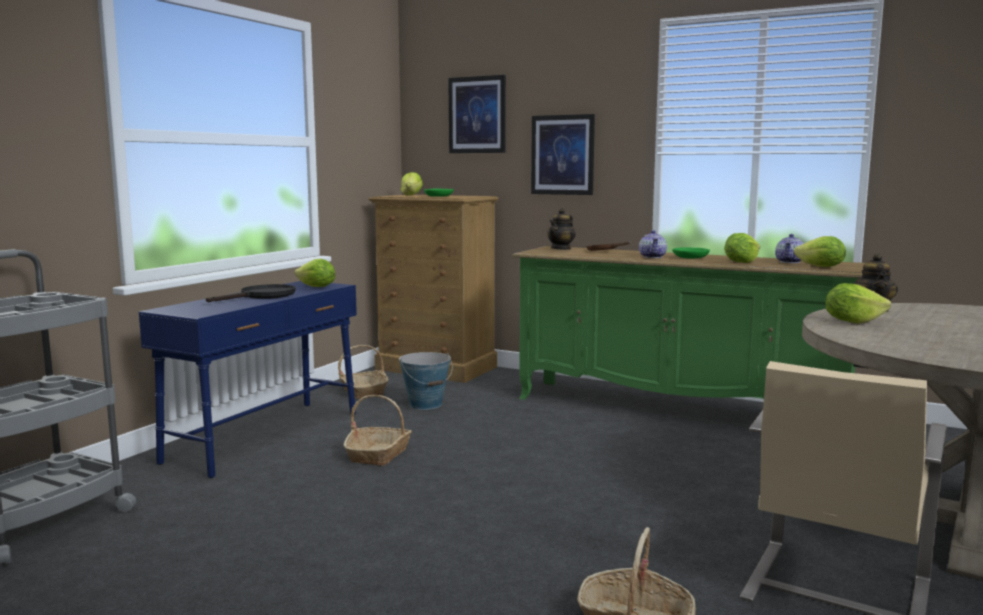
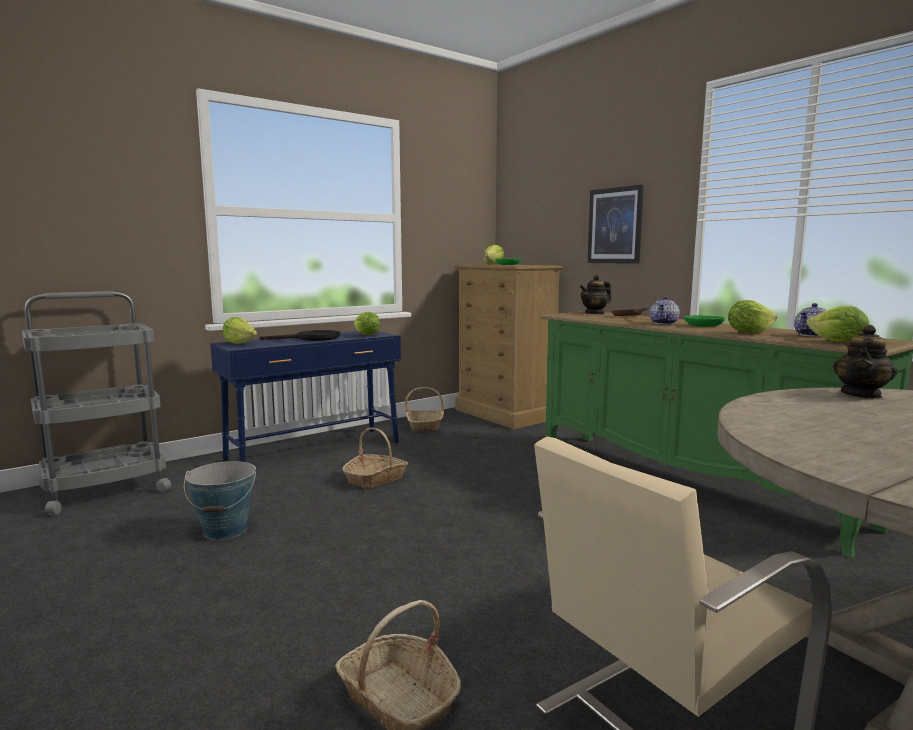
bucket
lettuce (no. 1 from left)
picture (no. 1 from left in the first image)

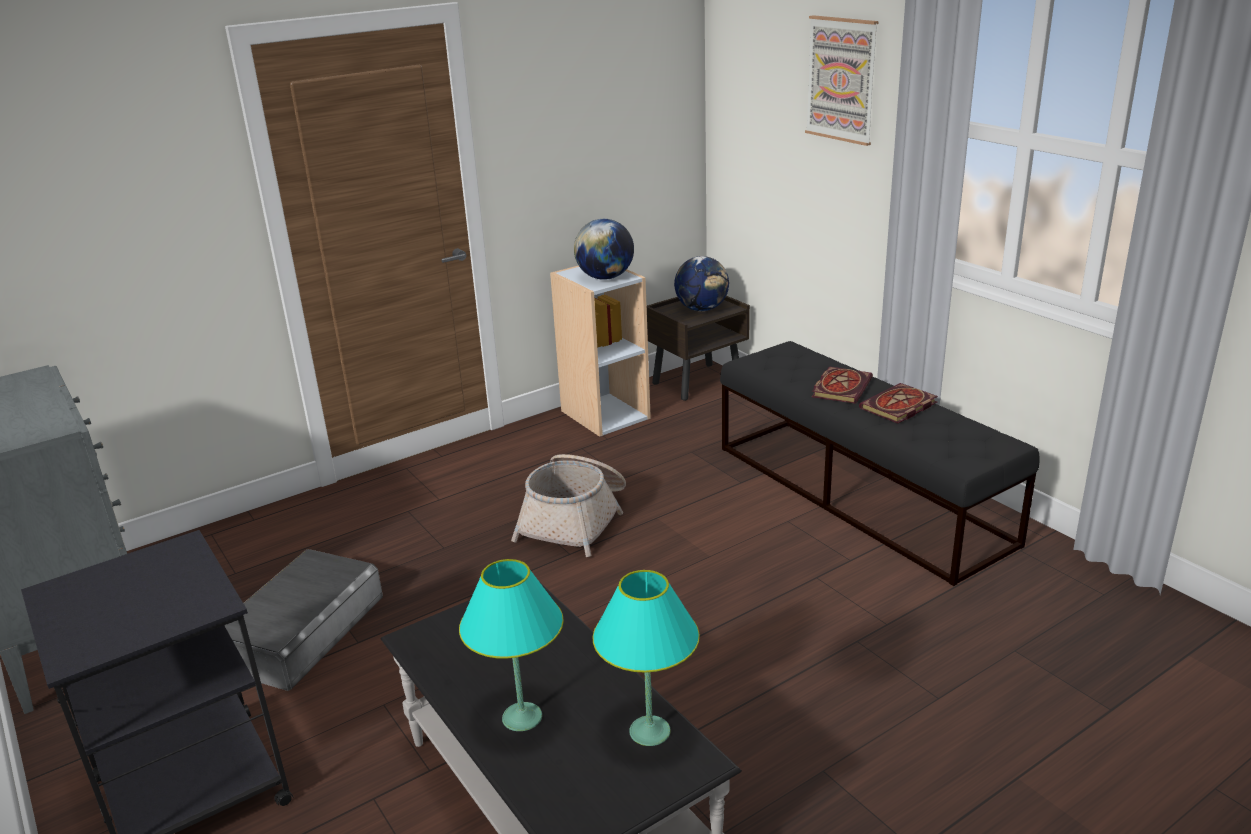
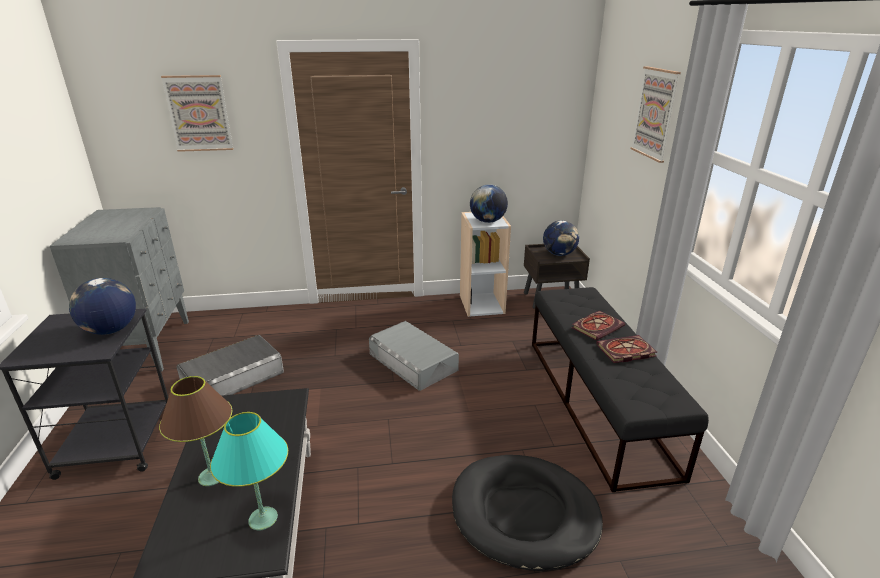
world globe (no. 1 from left)
brown-coloured lamp for a table
picture (no. 1 from left)
grey storage box (no. 2 from left)
black dog bed

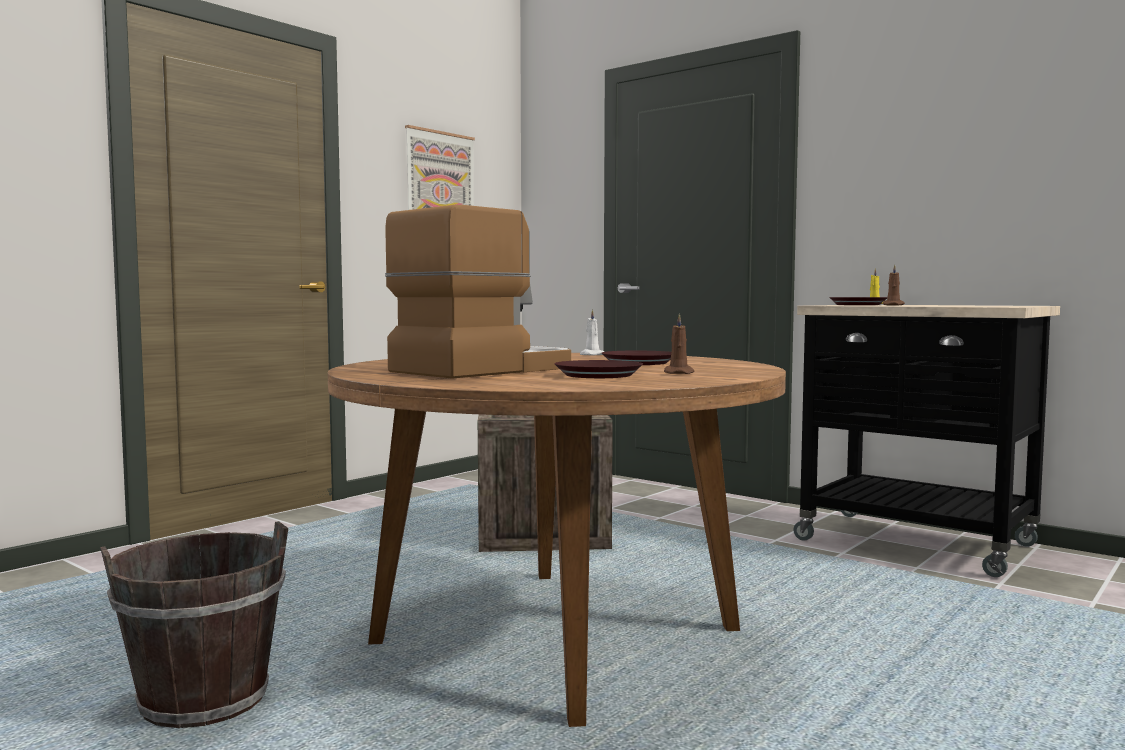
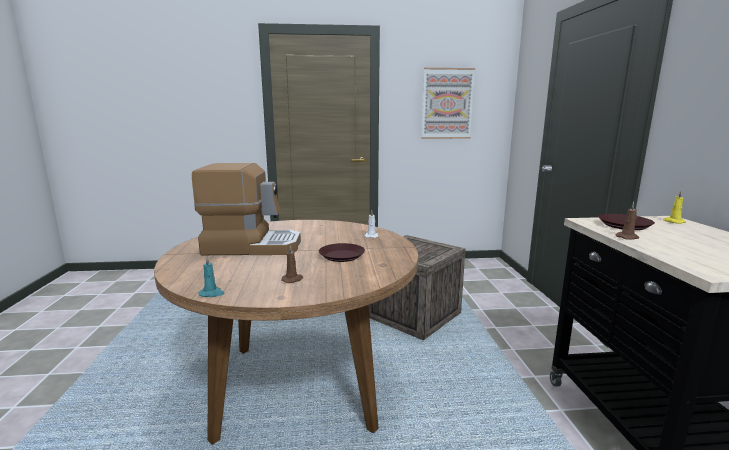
turquoise-coloured candle
brown-coloured bucket
brown-coloured plate (no. 1 from left in the first image)

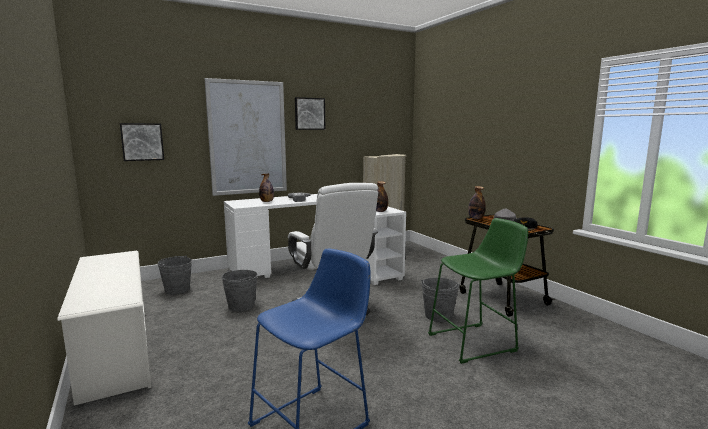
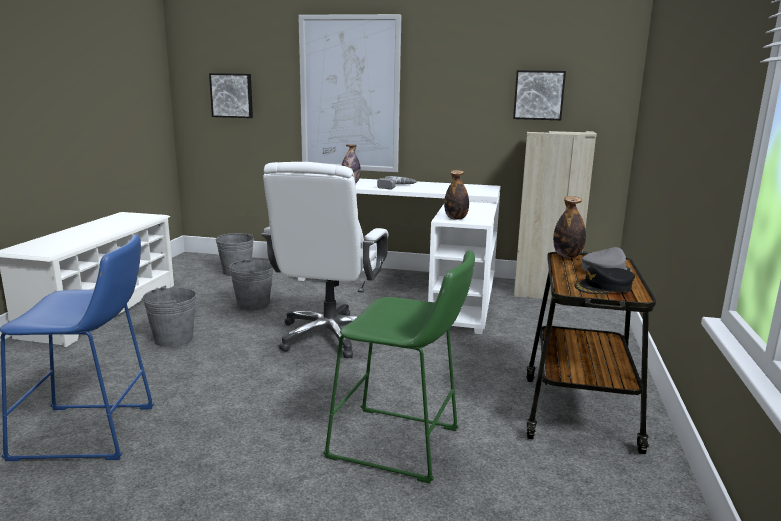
grey bucket (no. 1 from left)
picture (no. 3 from left)

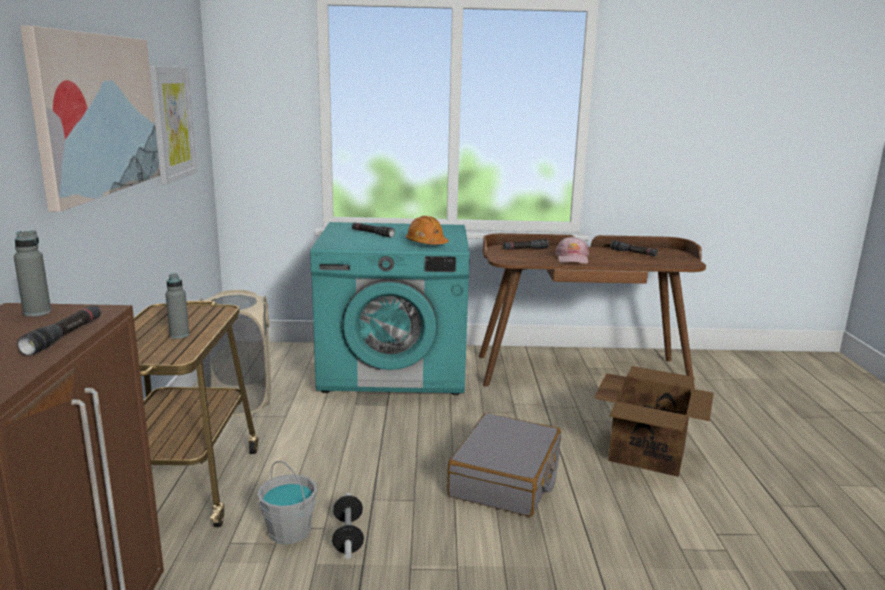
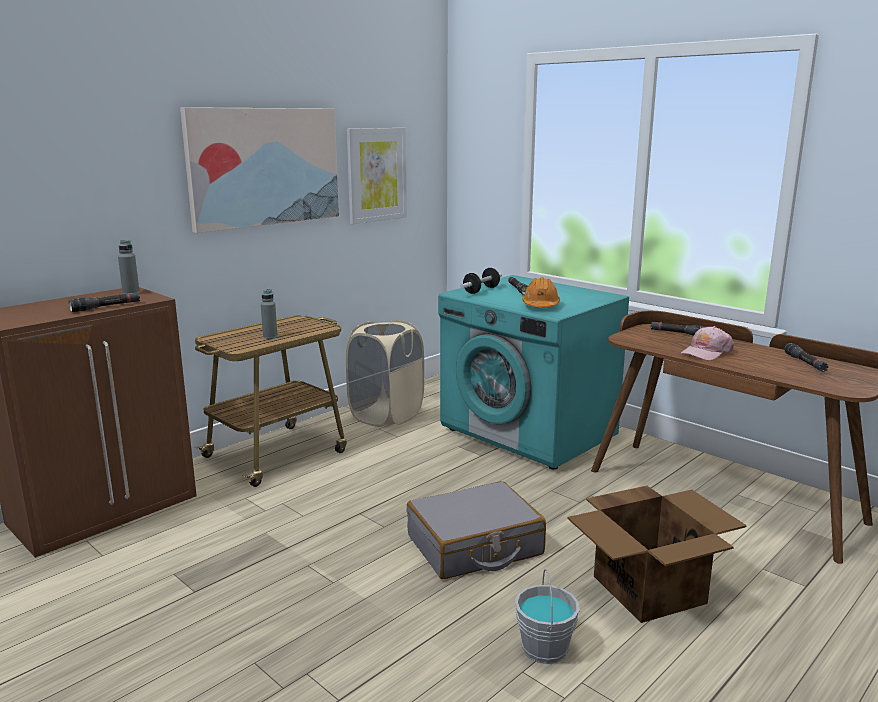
dumbbell
grey bucket

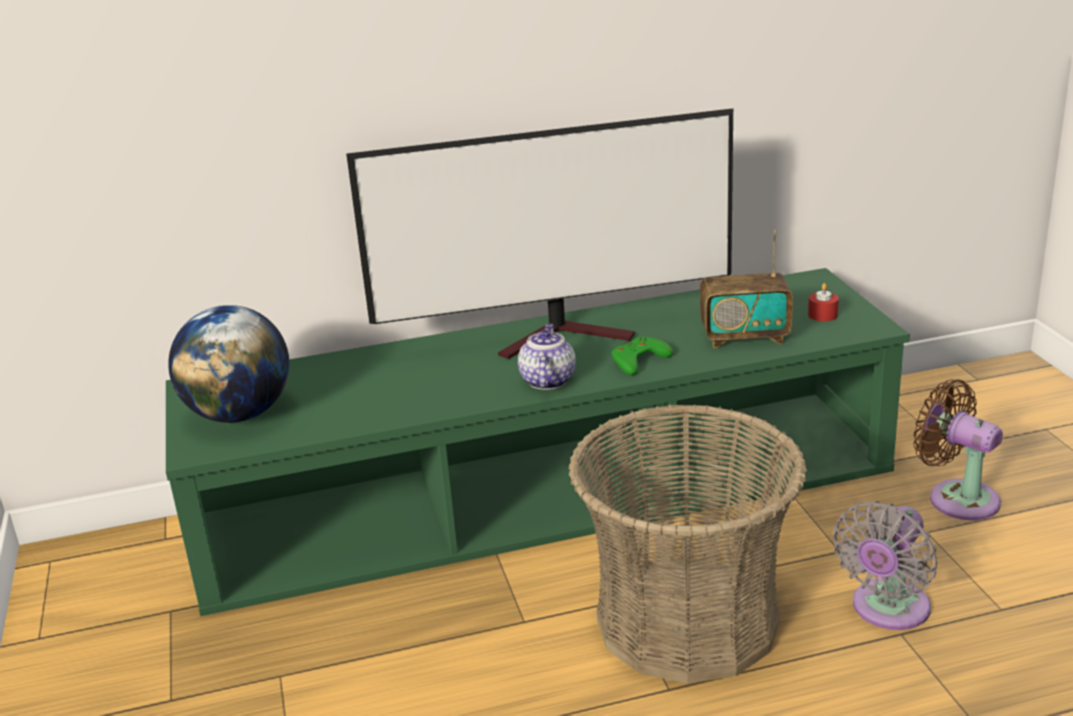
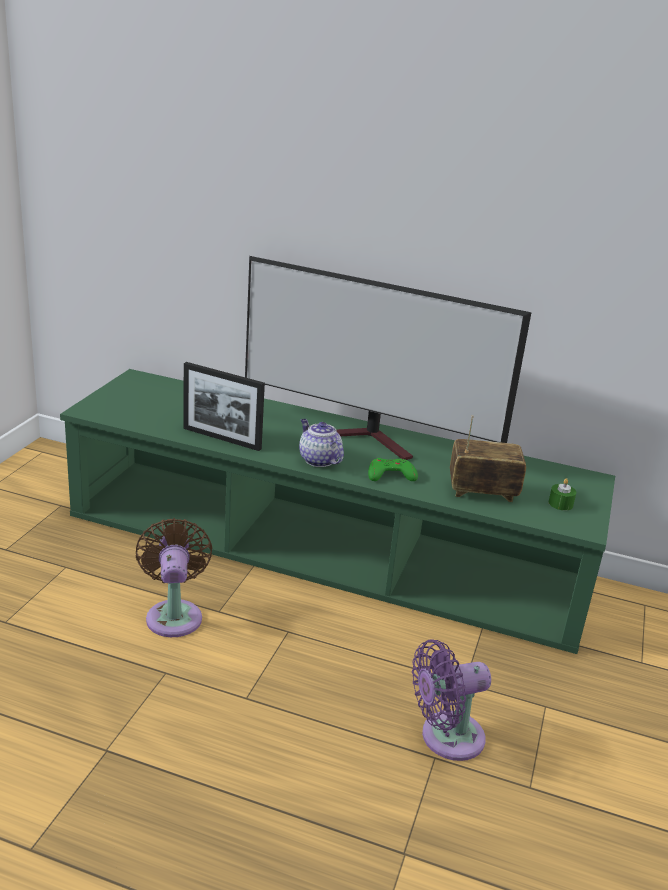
brown-coloured cooling fan
standing frame
teapot
purplish cooling fan
radio receiver
greenish candle
world globe
household basket

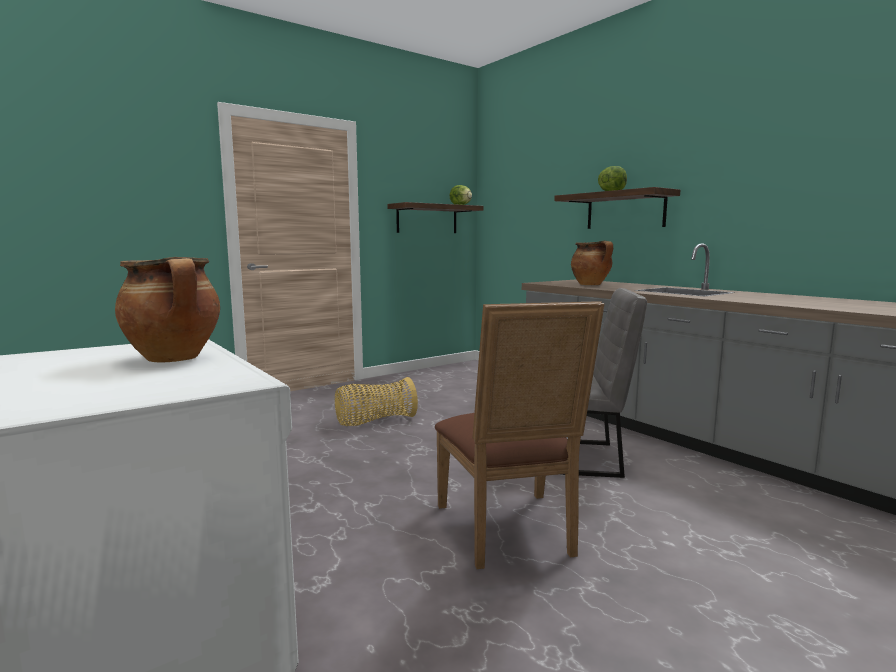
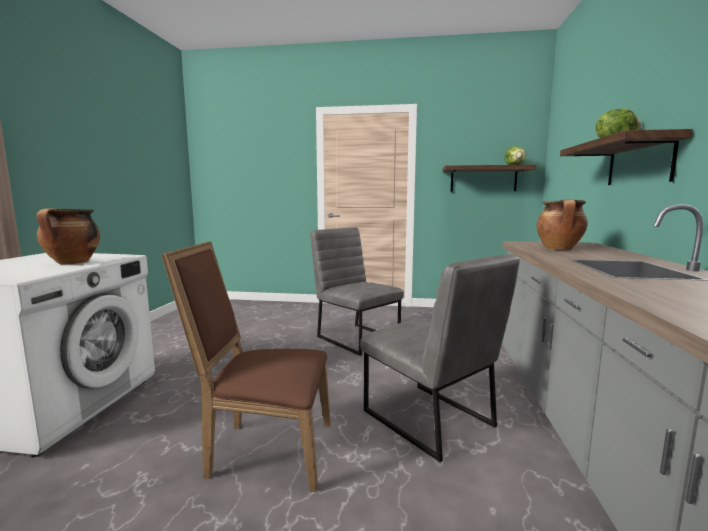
brown-coloured chair
grey chair (no. 1 from left)

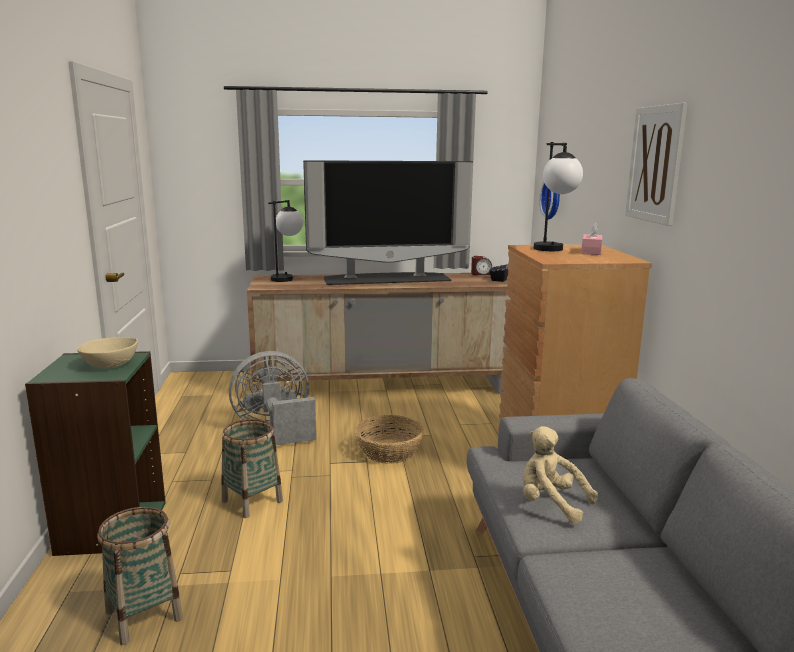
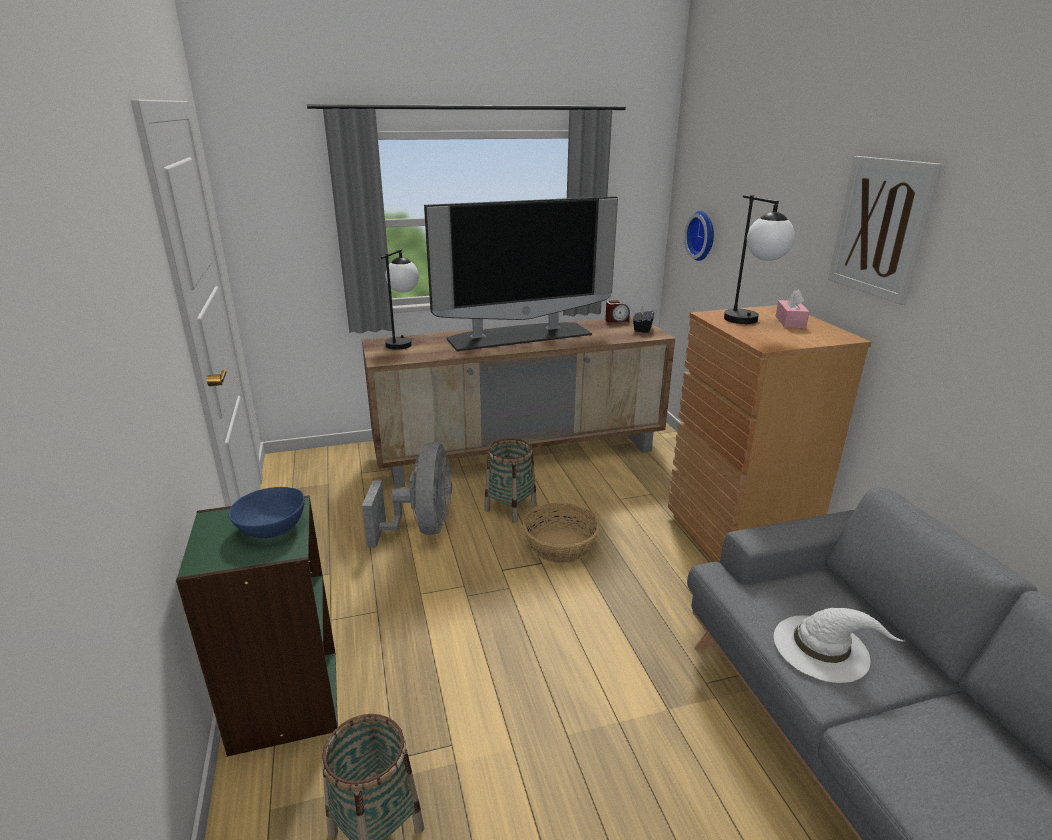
bluish bowl
grey cooling fan
household basket (no. 2 from left)
white hat

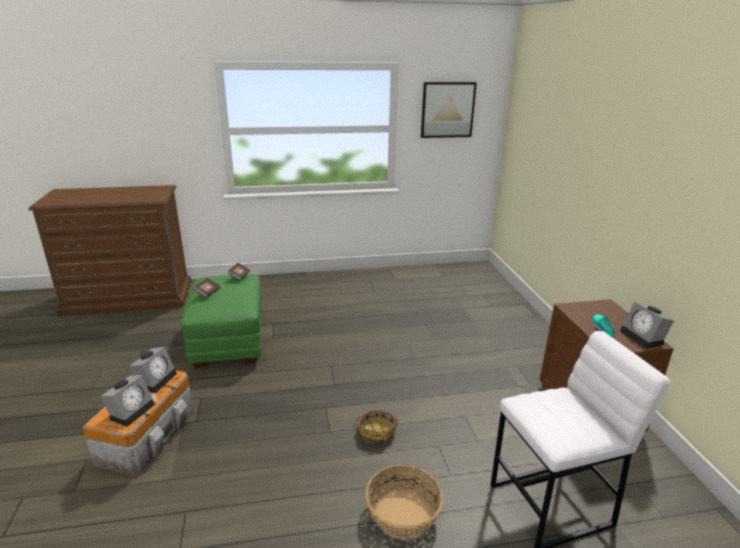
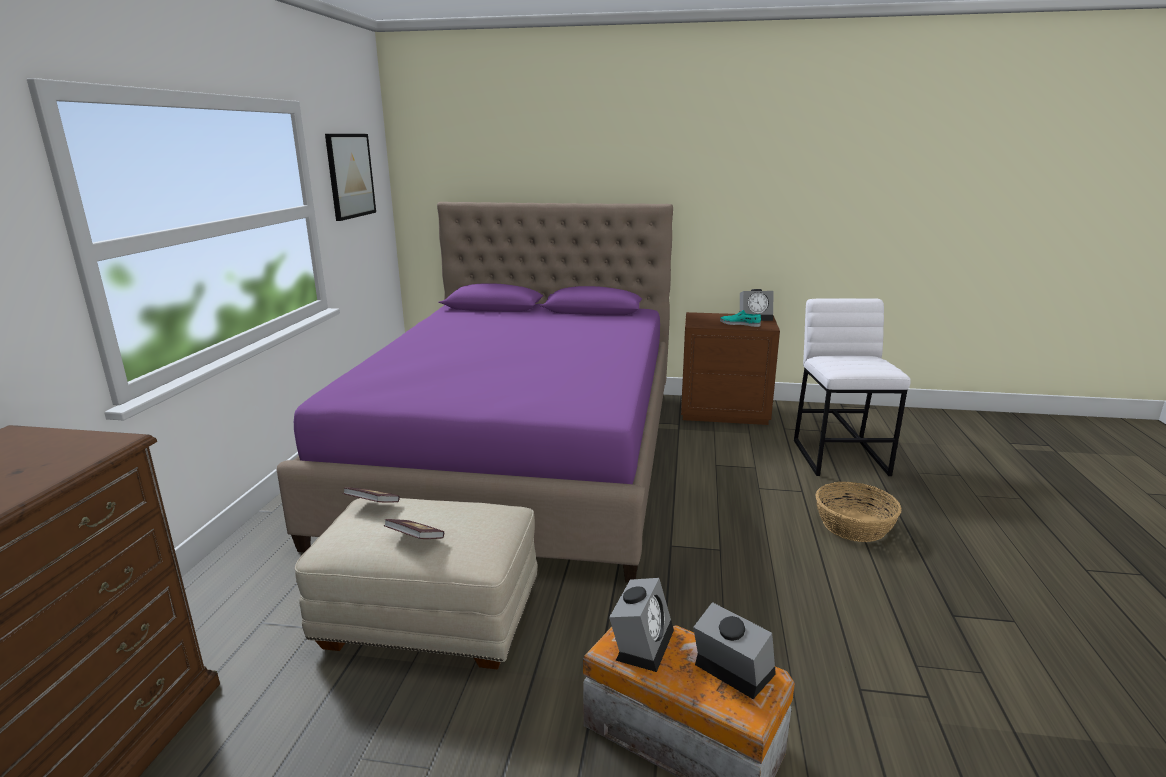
purplish bed
sand-coloured footrest
alarm clock (no. 1 from left)
household basket (no. 1 from left in the first image)

